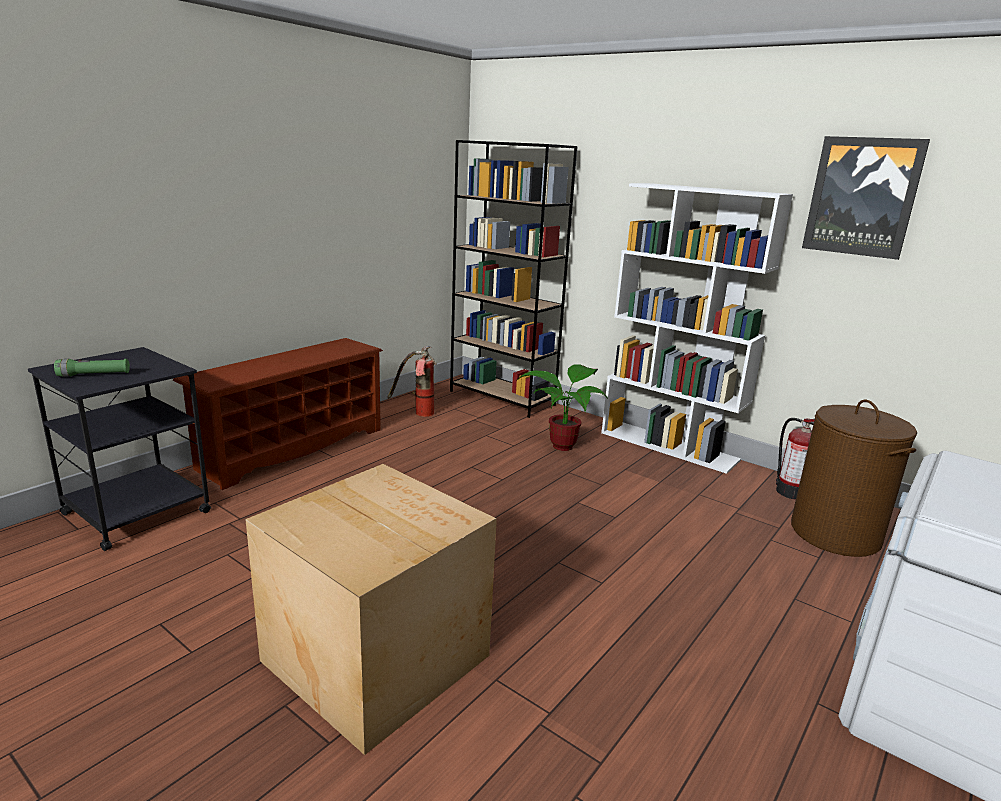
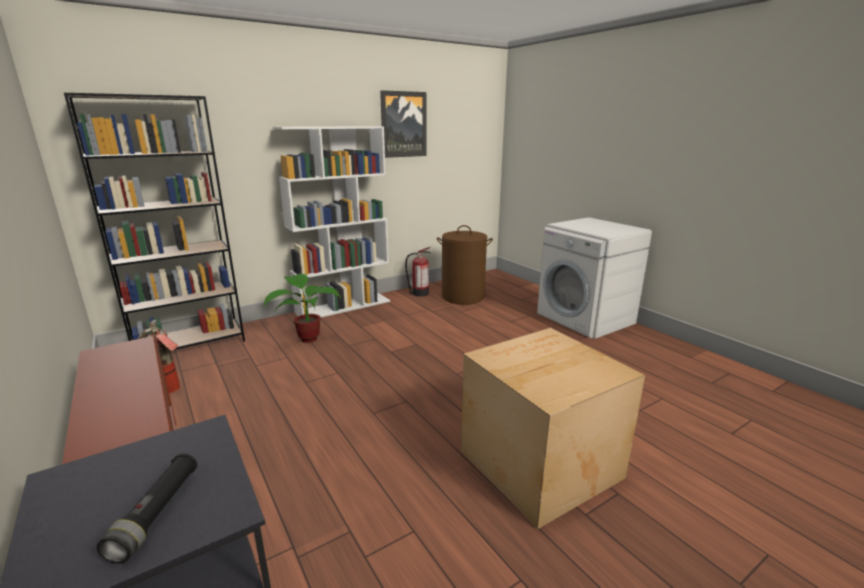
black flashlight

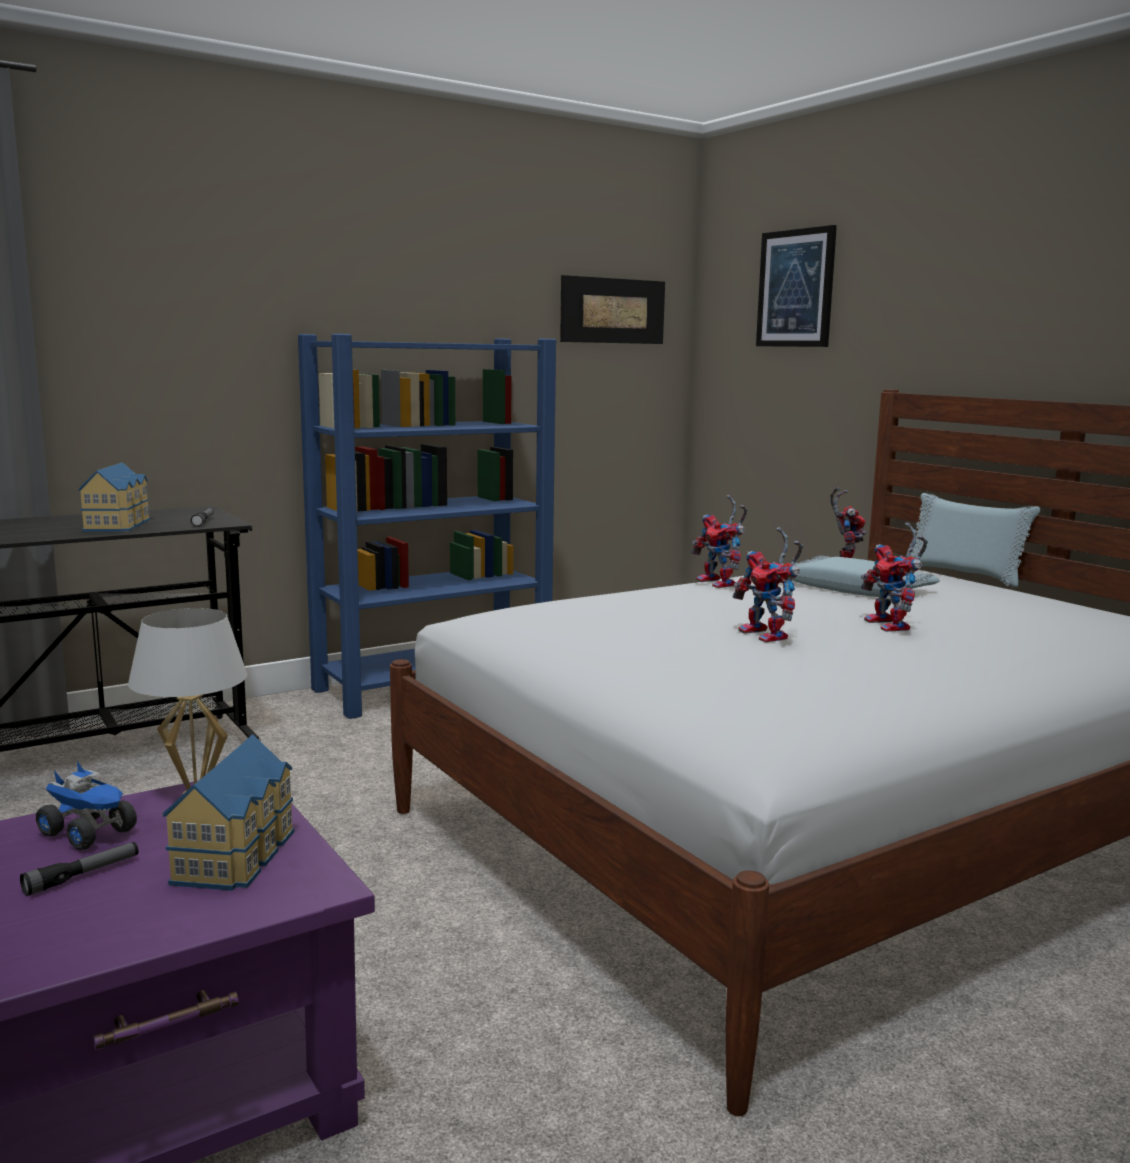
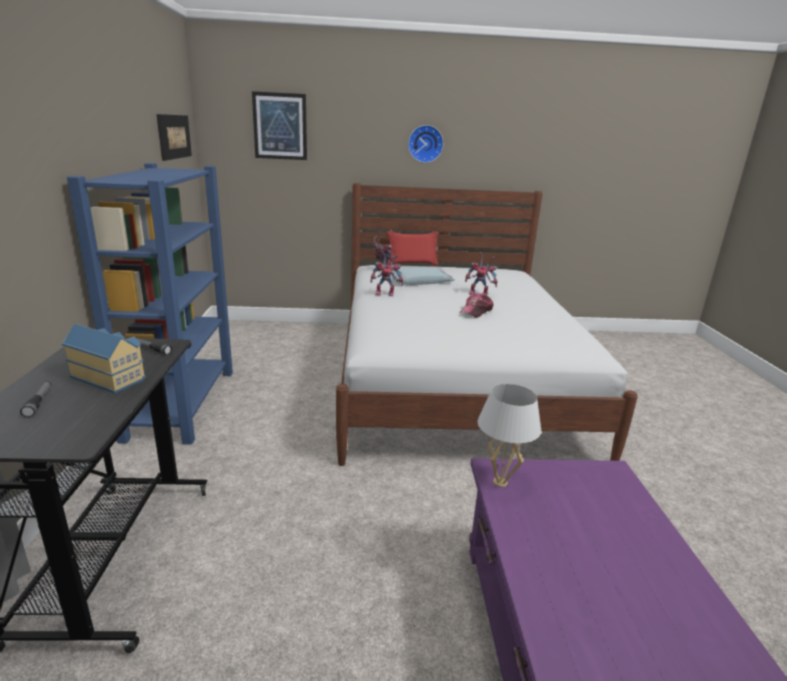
flashlight (no. 1 from left)
red-coloured cushion
wall clock
baseball cap
model truck
toy house (no. 2 from left in the first image)

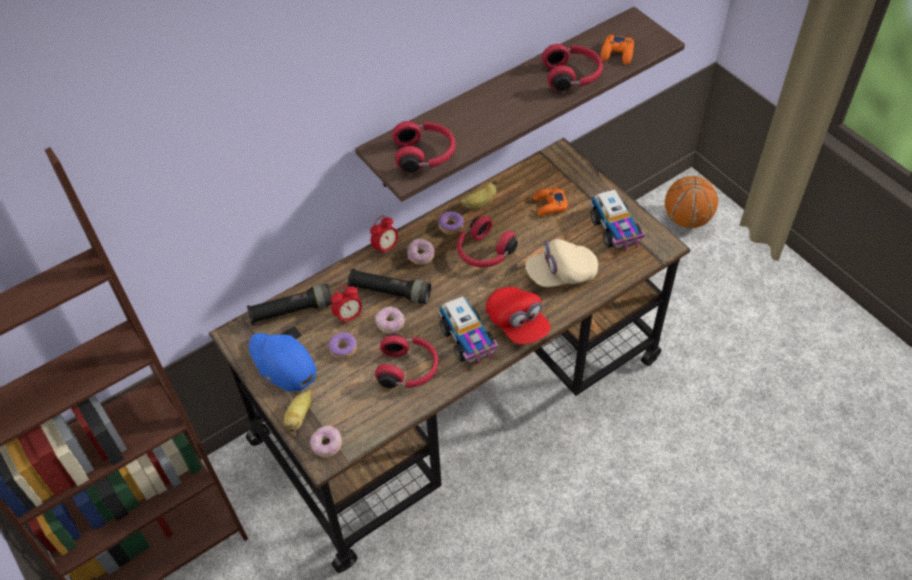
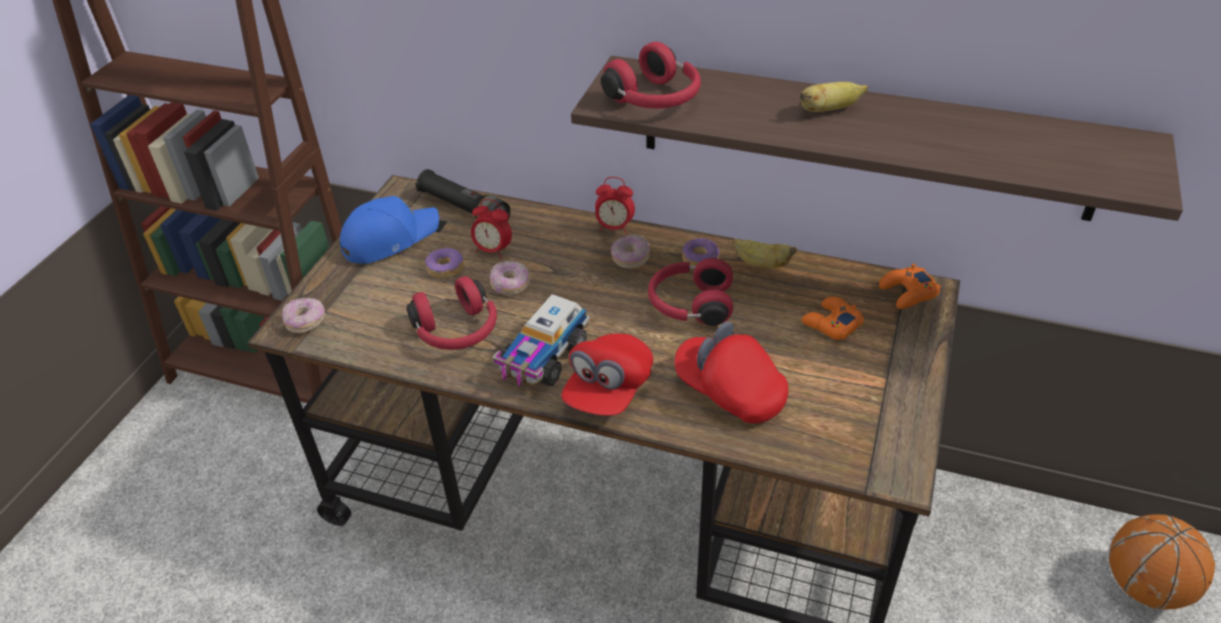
bluish baseball cap
red-coloured baseball cap (no. 2 from left)
banana (no. 2 from left)
orange gamepad (no. 2 from left)
black flashlight (no. 2 from left in the first image)
red-coloured pair of headphones (no. 4 from left in the first image)
model truck (no. 2 from left in the first image)

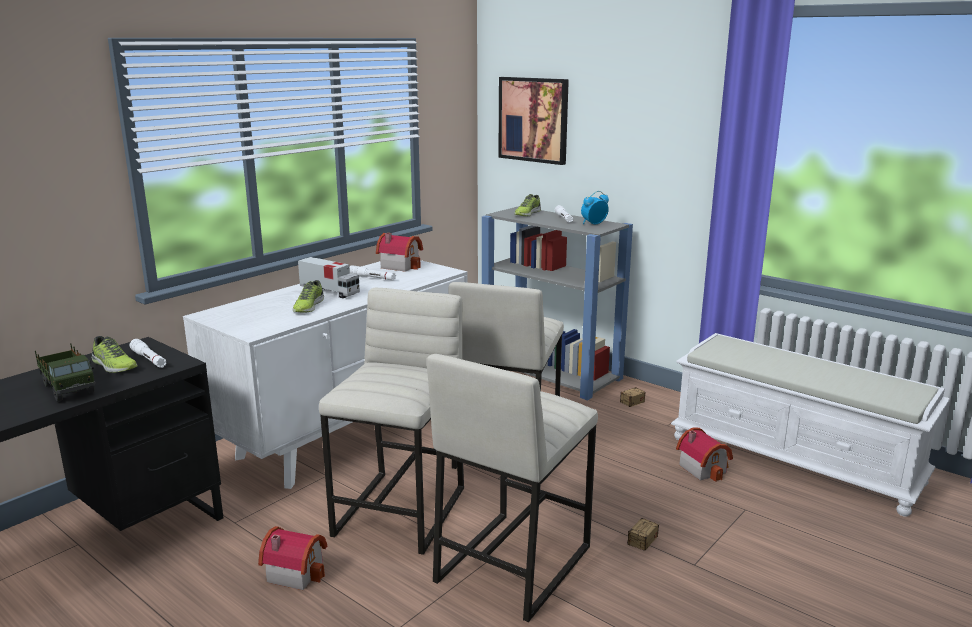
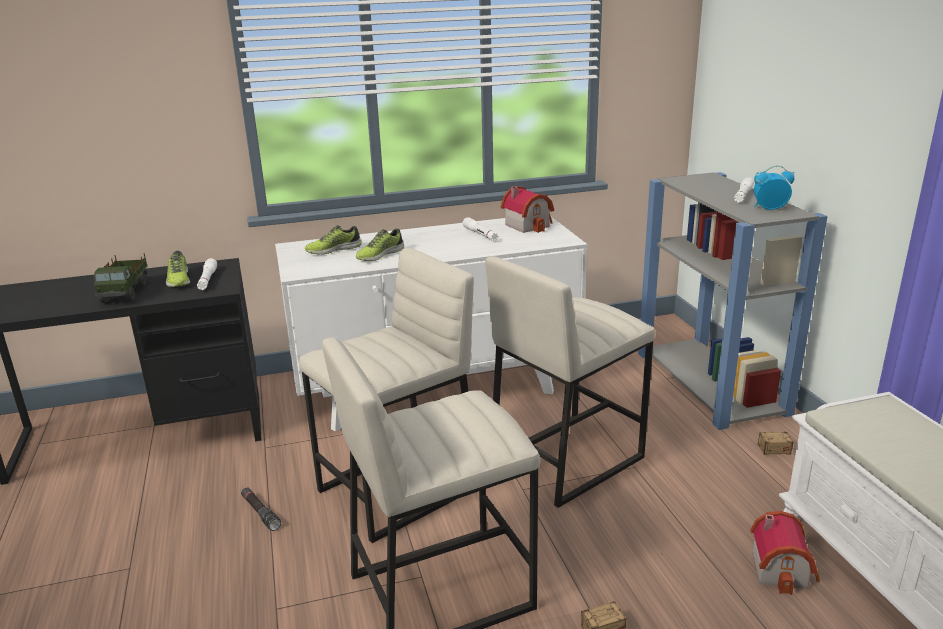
black flashlight
low shoe (no. 2 from left)
model truck (no. 2 from left in the first image)
picture

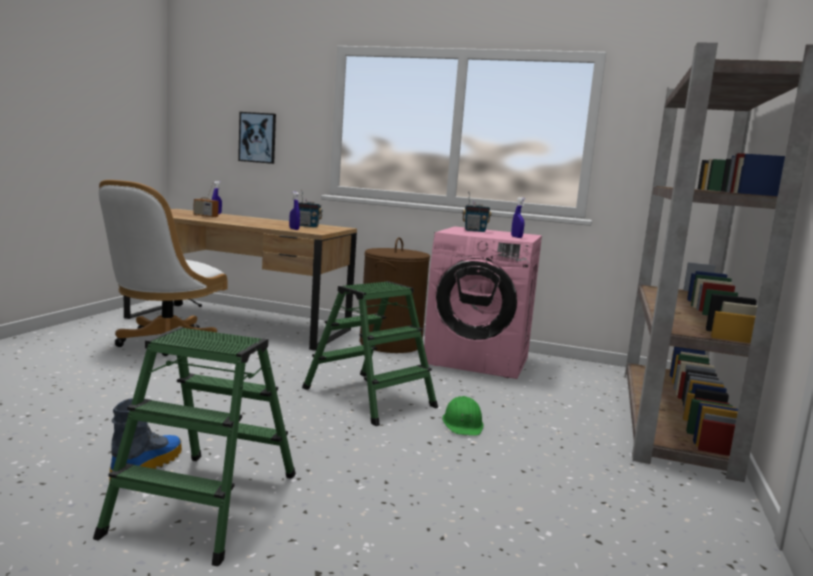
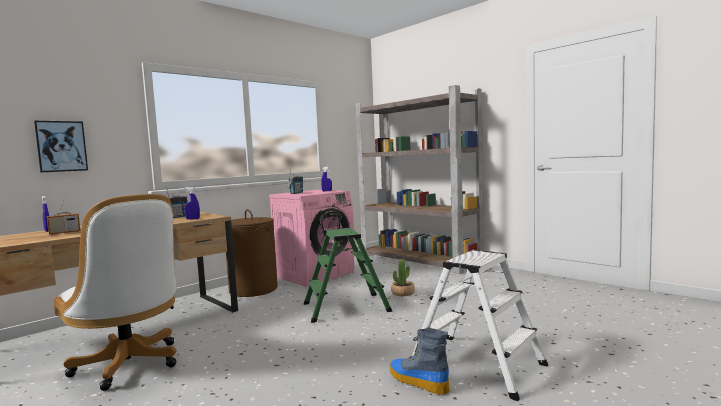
potted plant
white step ladder

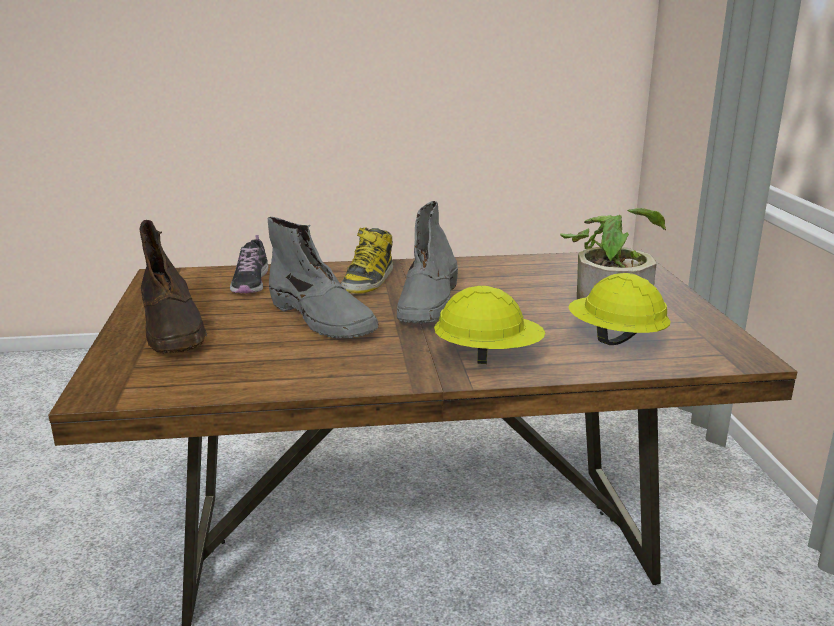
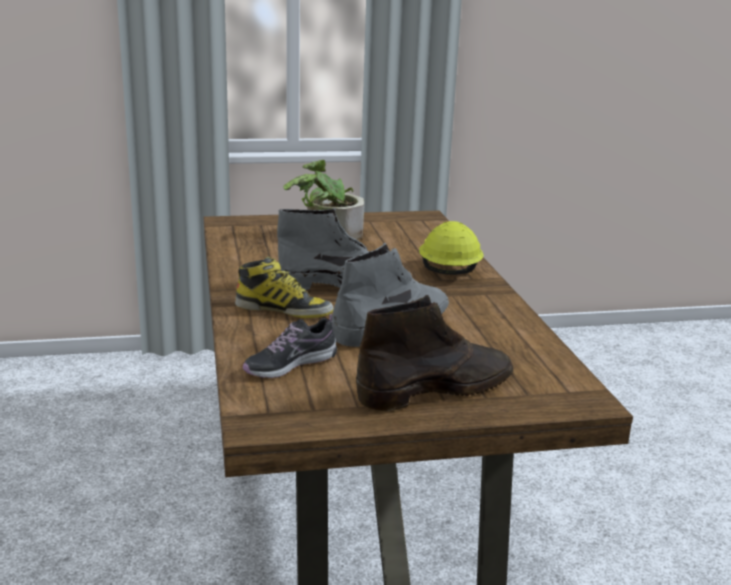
low shoe
yellow work helmet (no. 2 from left in the first image)

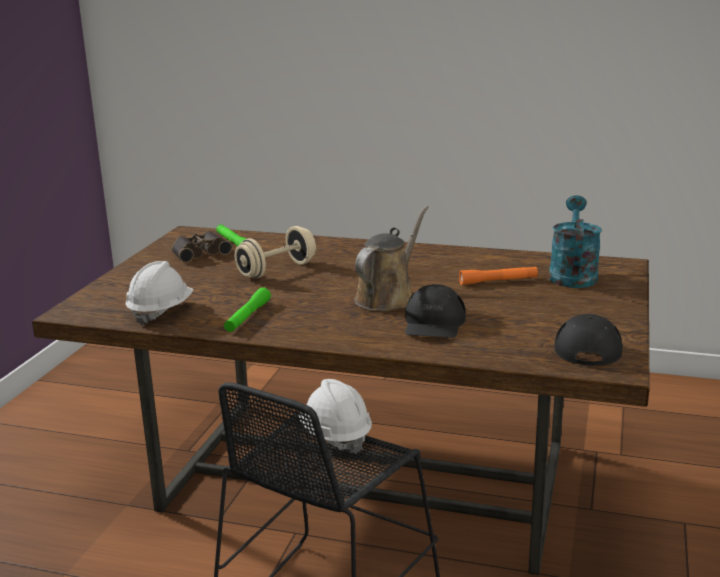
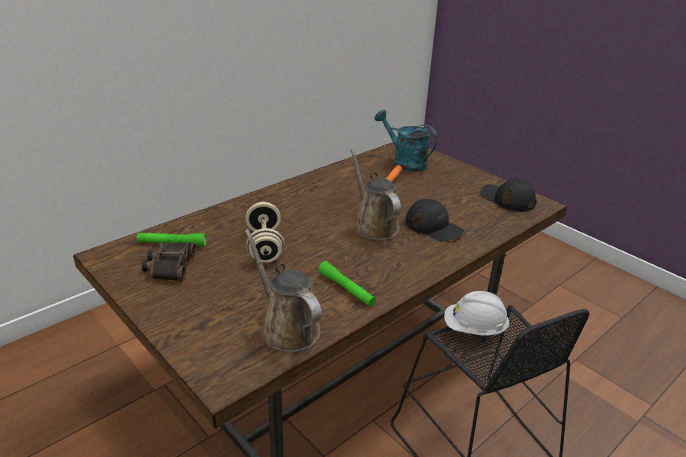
brown-coloured watering pot (no. 1 from left)

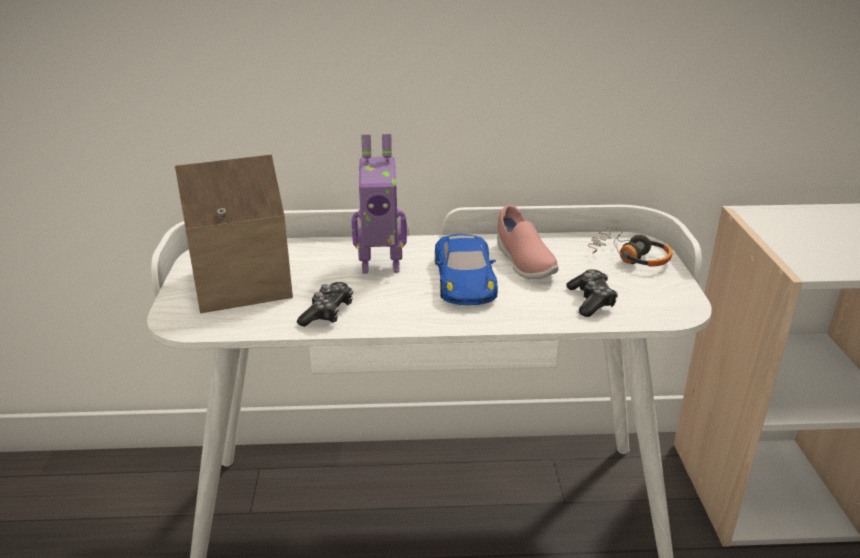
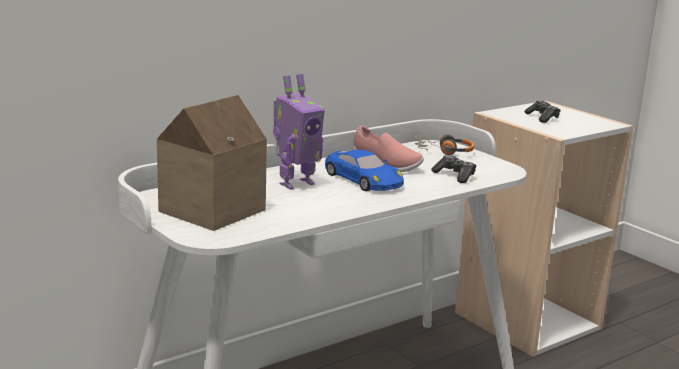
gamepad (no. 2 from left)

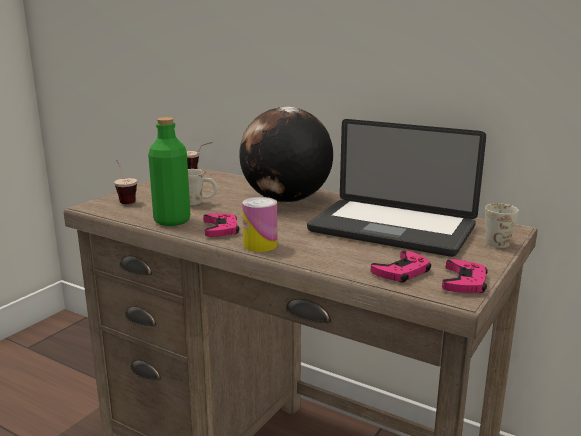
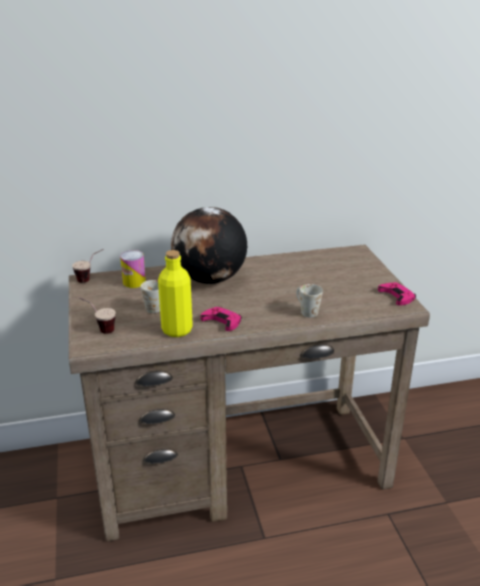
metal can
yellow beverage bottle
white mug (no. 2 from left)
portable computer
pink-coloured gamepad (no. 2 from left in the first image)

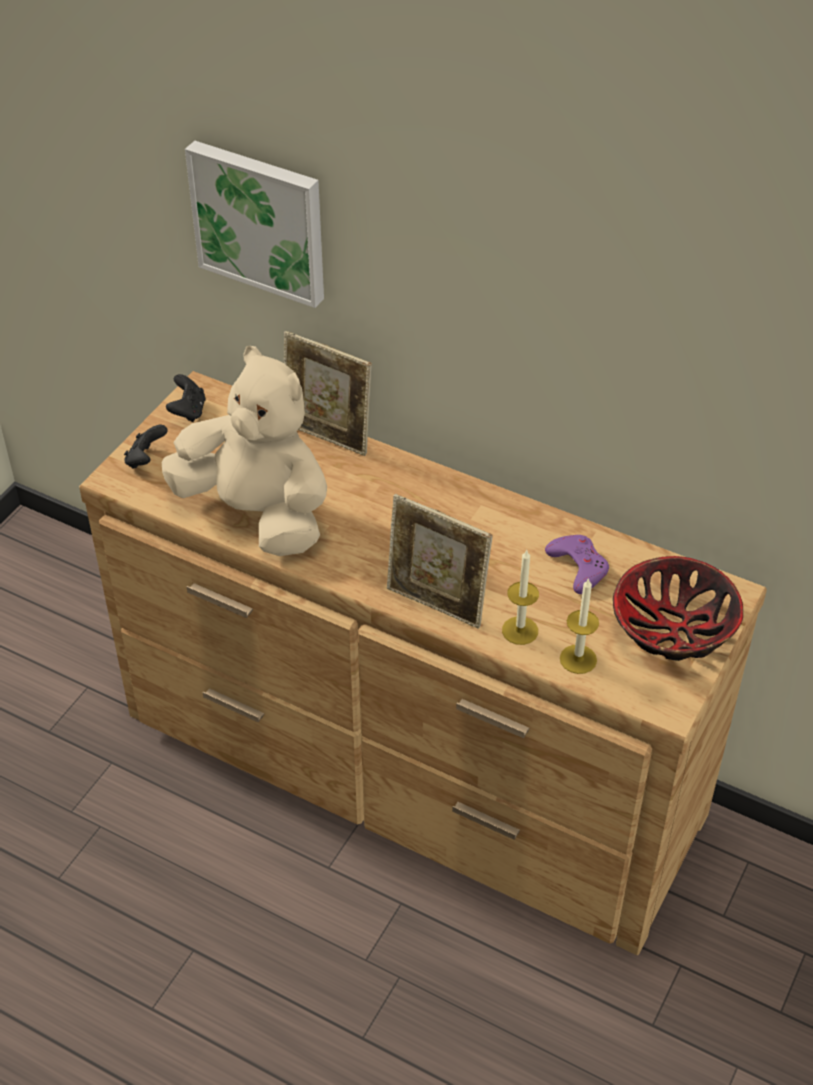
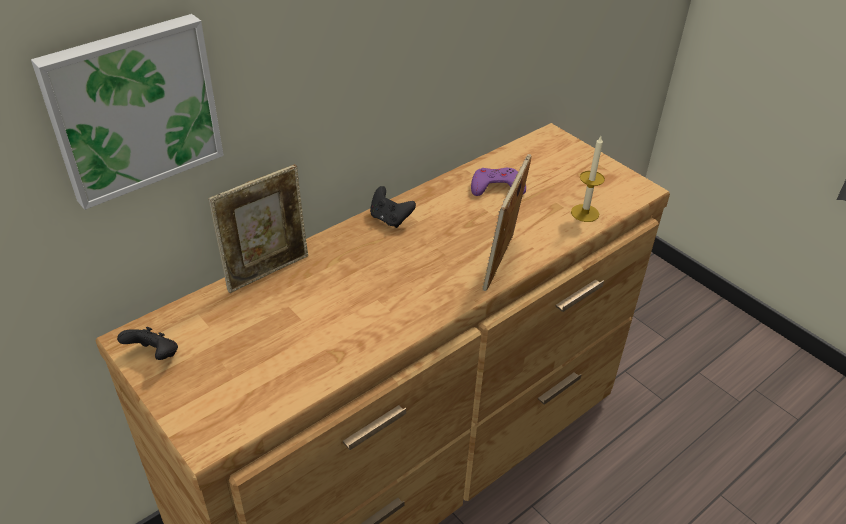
black gamepad (no. 2 from left)
standing frame (no. 2 from left)
sand-coloured plush toy
candle (no. 1 from left in the first image)
bowl

